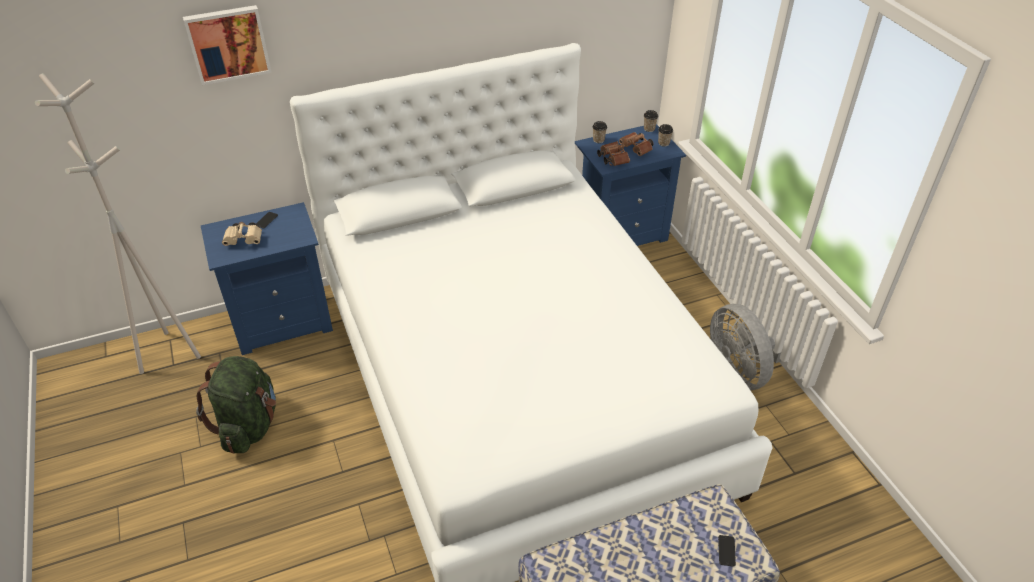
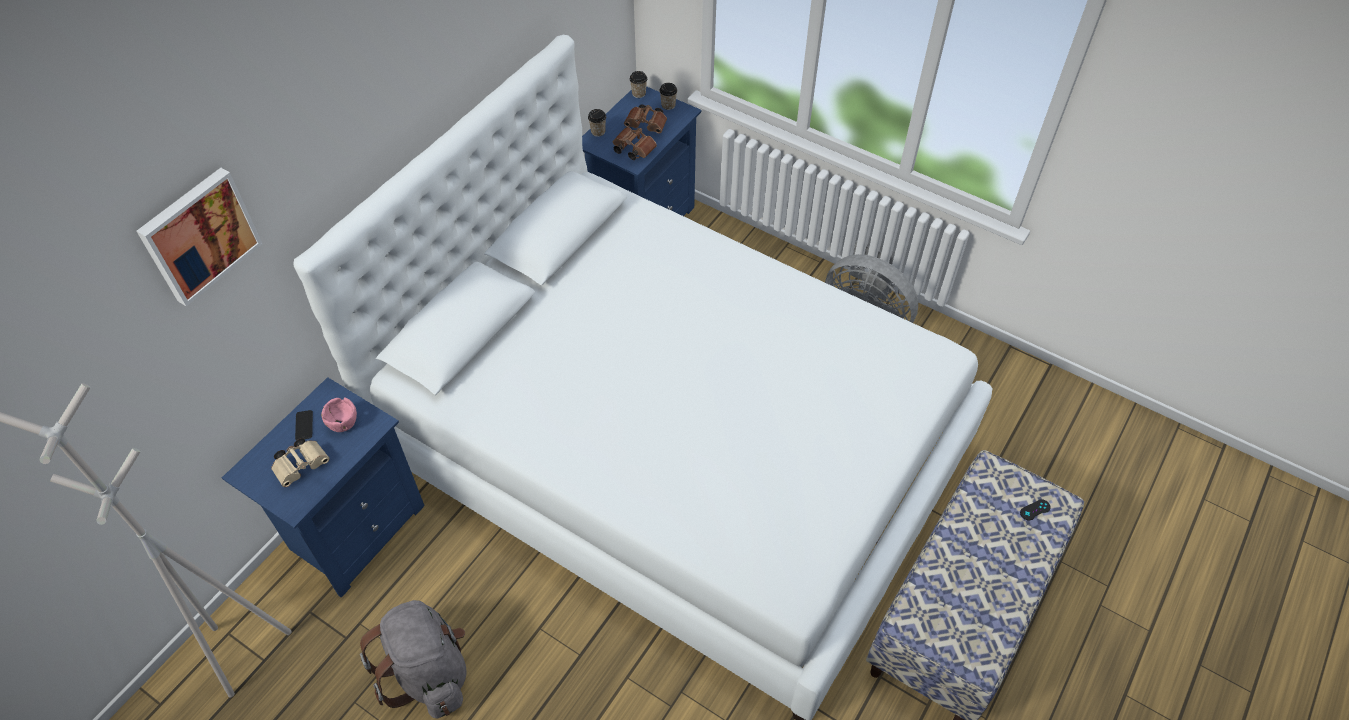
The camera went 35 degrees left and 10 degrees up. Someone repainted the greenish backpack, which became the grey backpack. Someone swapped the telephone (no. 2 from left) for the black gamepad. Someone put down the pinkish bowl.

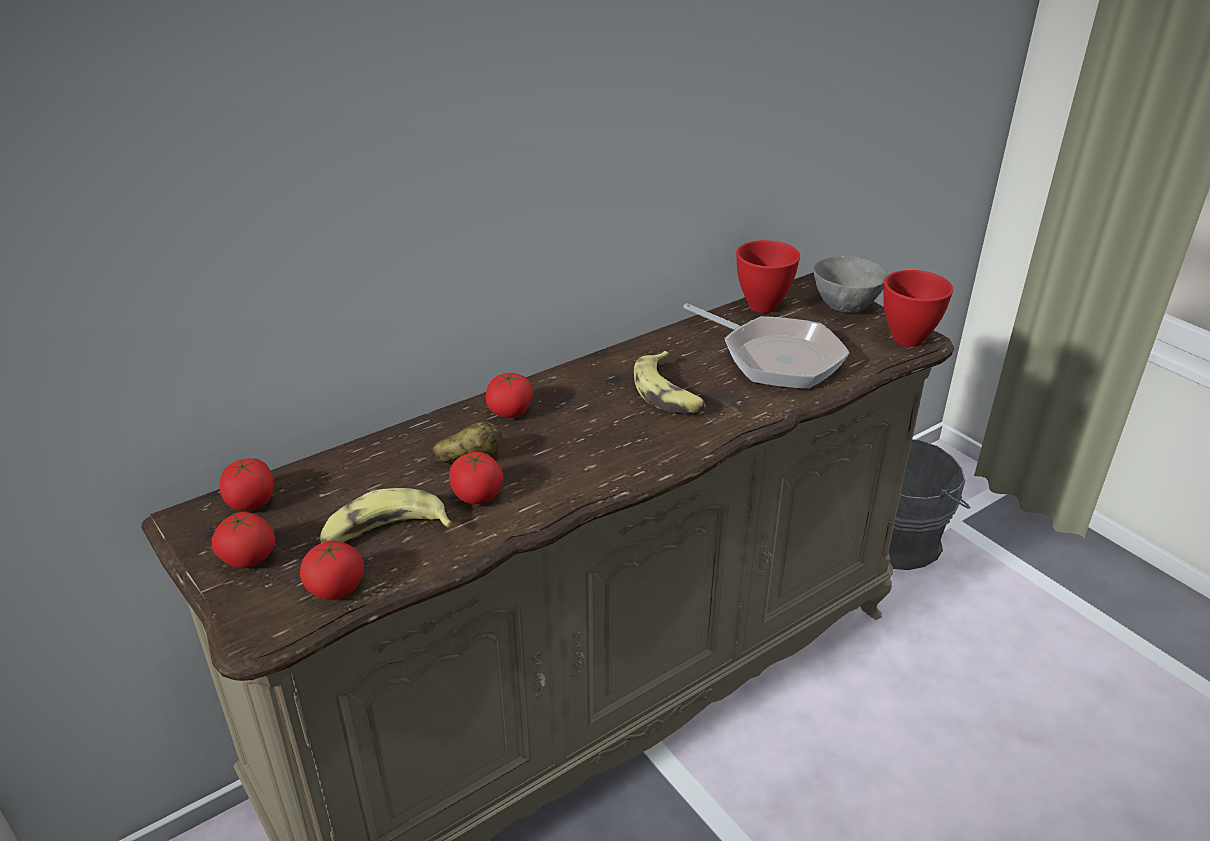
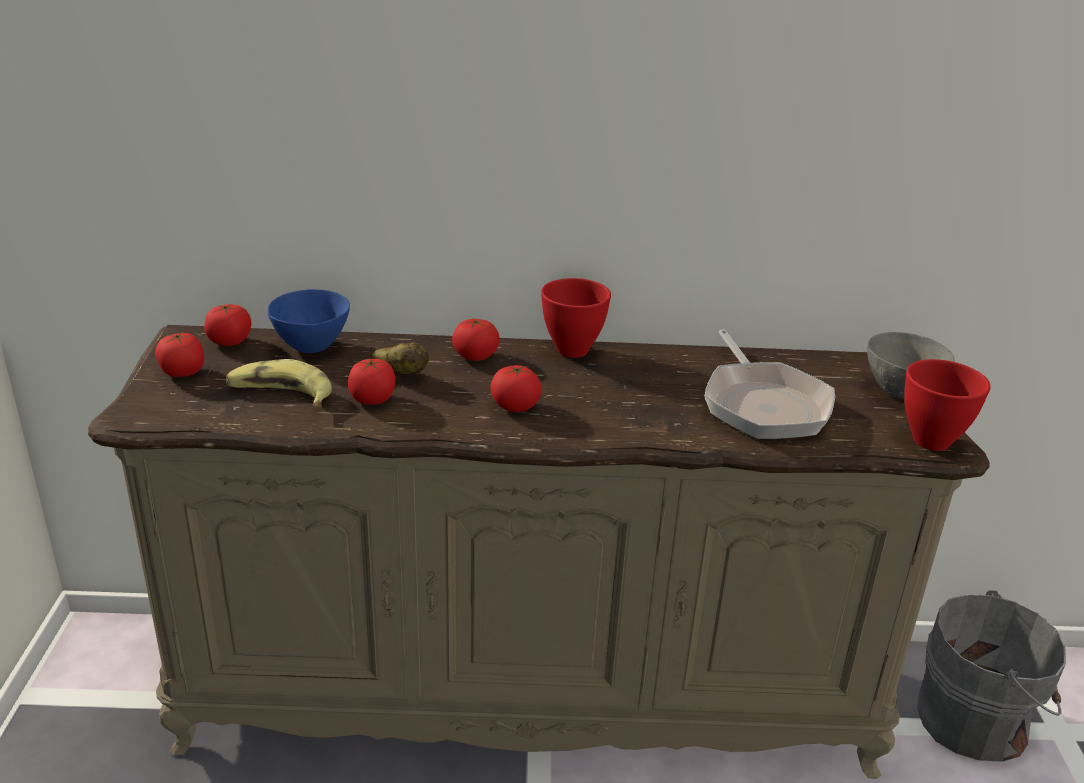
The camera went 35 degrees right and 5 degrees down. Someone carried the tomato (no. 3 from left in the first image). Someone took away the banana fruit (no. 2 from left). Someone carried the red-coloured bowl (no. 1 from left). Someone put down the bluish bowl.

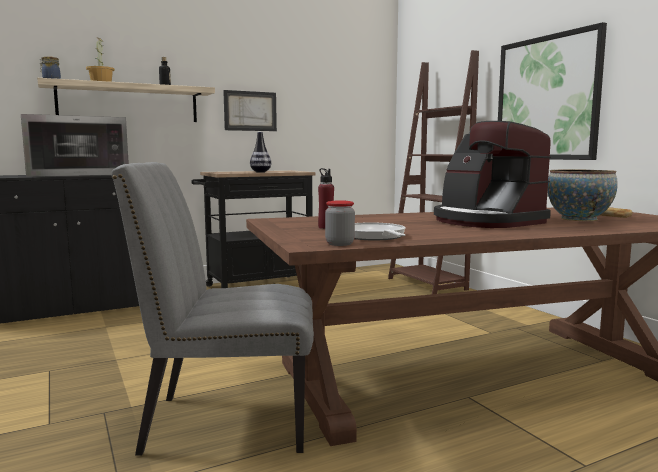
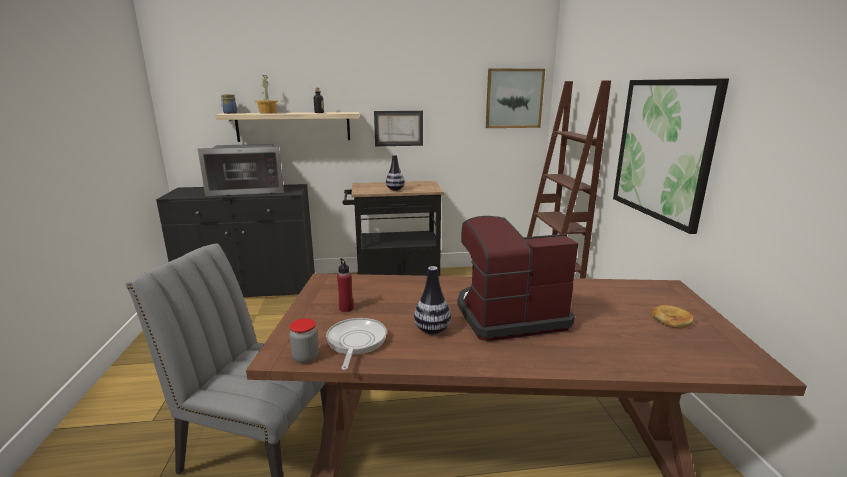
The camera went 20 degrees right and 10 degrees up. Someone rotated the coffee brewer by 90 degrees clockwise. Someone took away the bowl. Someone put down the flower vase (no. 2 from left). Someone put up the picture (no. 2 from left).

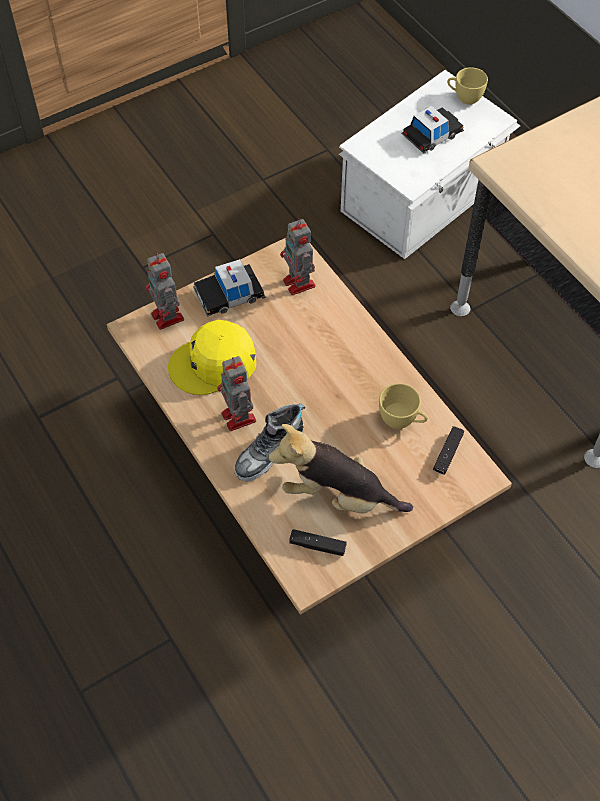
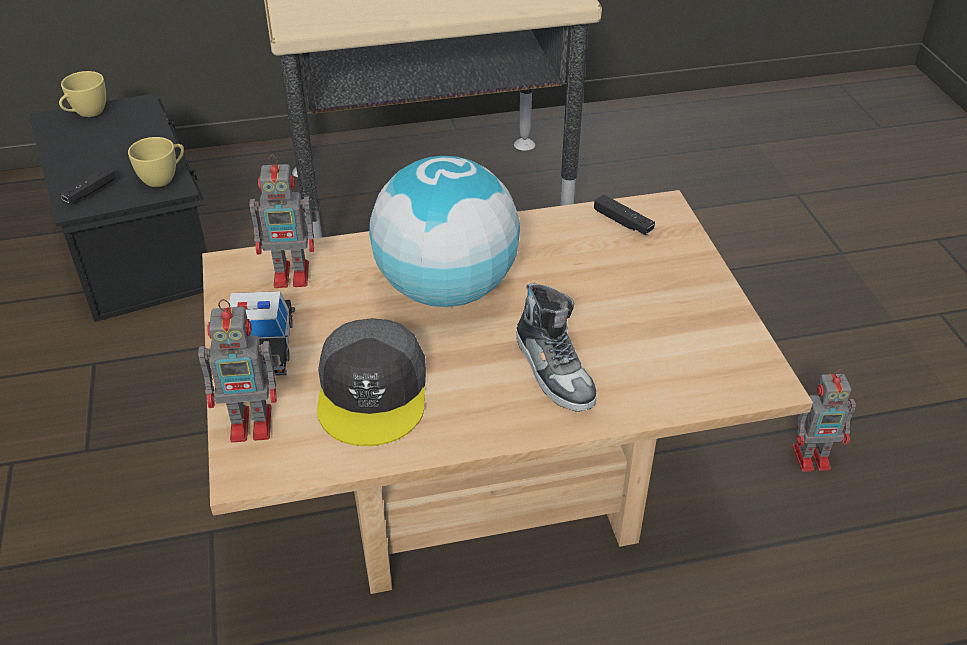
The camera went 70 degrees left and 15 degrees down. Someone repainted the yellow cap, which became the grey cap. Someone carried the robot figure (no. 2 from left in the first image). Someone took away the soft toy. Someone carried the black gamepad (no. 1 from left). Someone repainted the whitish storage container, which became the black storage container. Someone carried the yellow small cup (no. 1 from left in the first image). Someone took away the toy car (no. 2 from left). Someone put down the world globe.

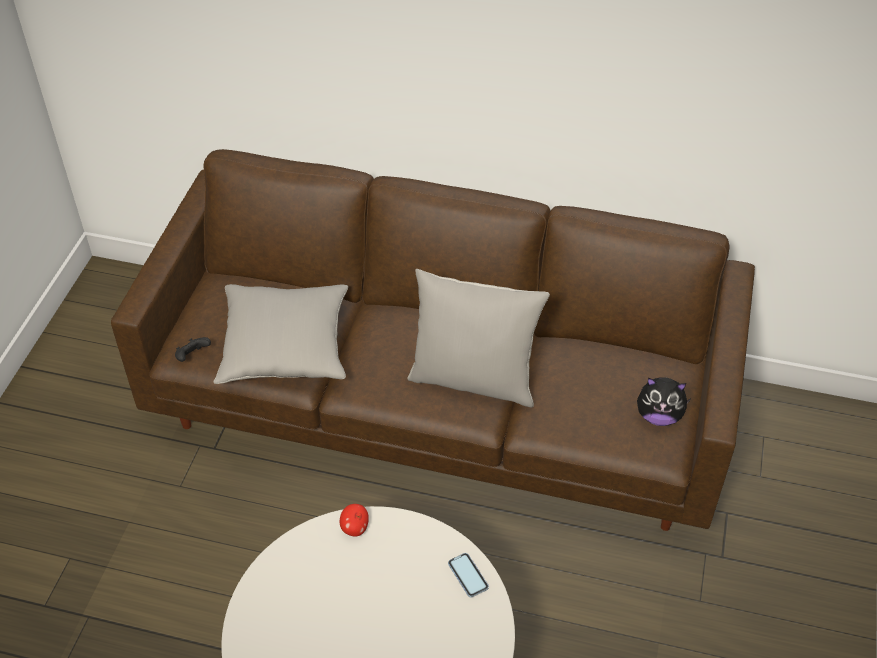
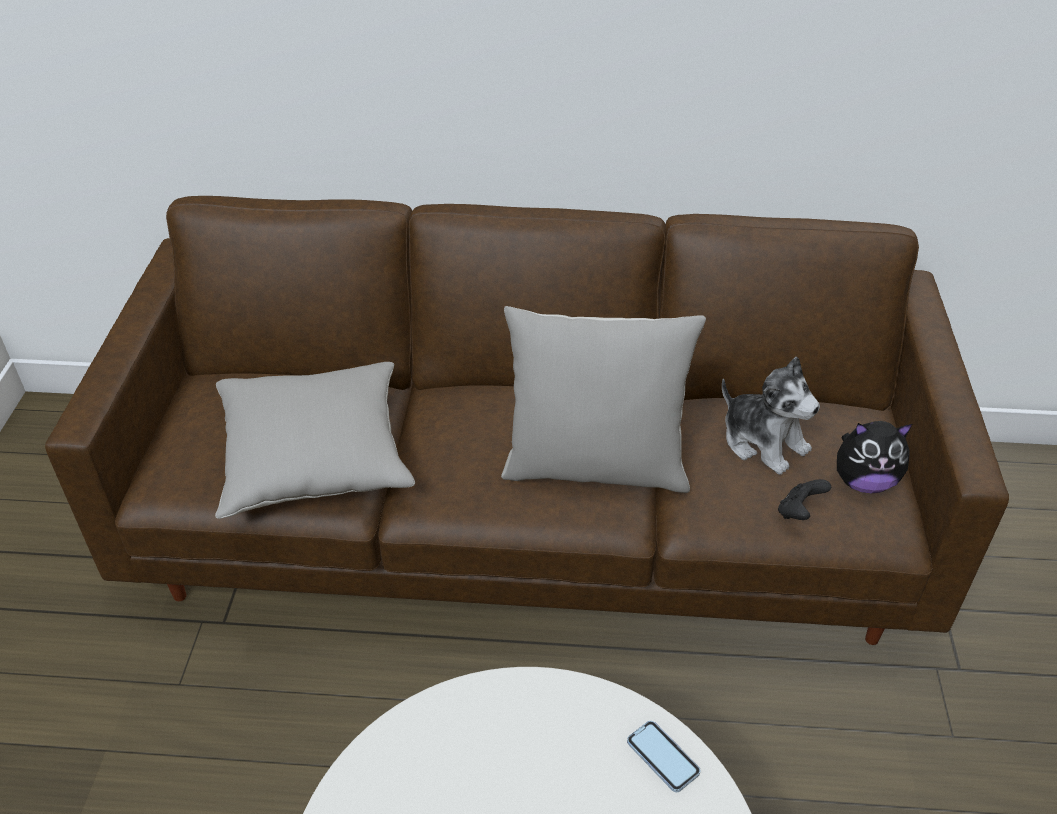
The camera went 10 degrees left and 5 degrees down. Someone carried the black gamepad. Someone took away the apple fruit. Someone put down the soft toy (no. 1 from left).

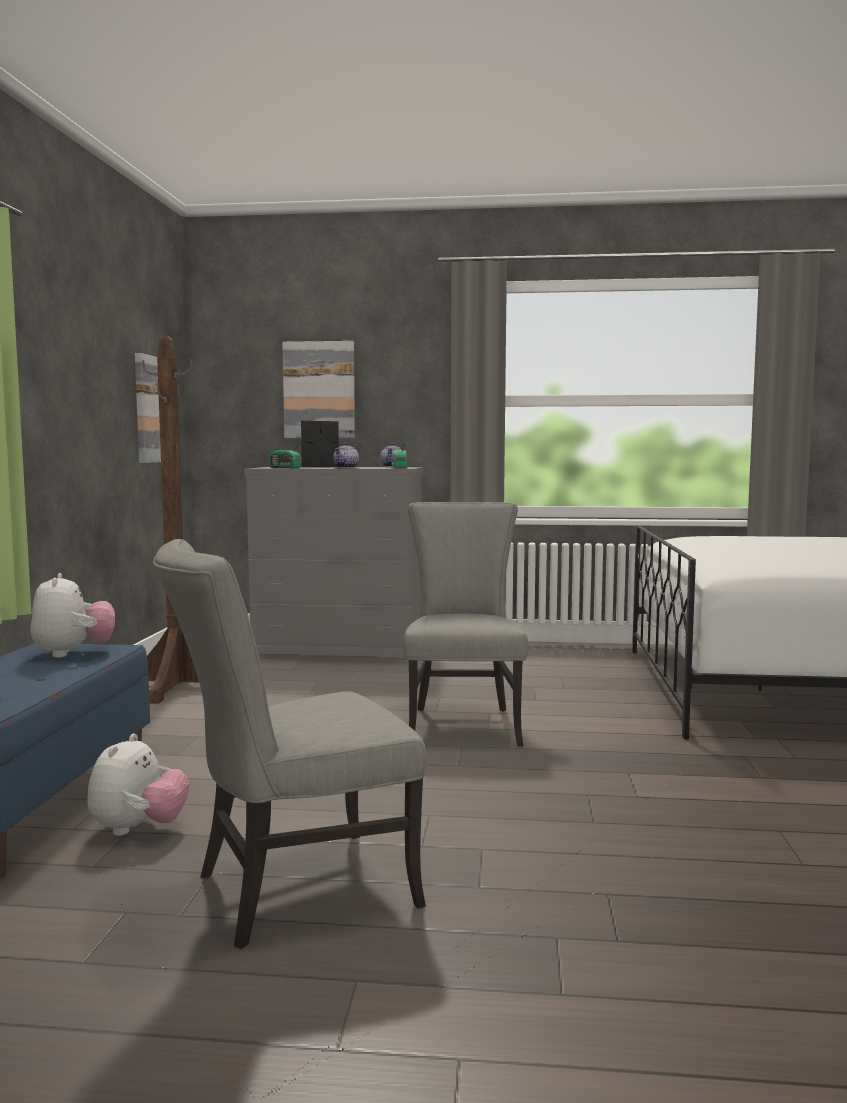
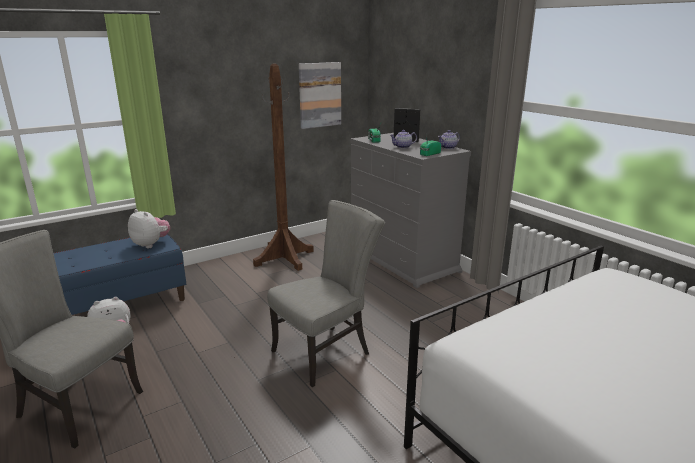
The camera went 50 degrees right and 15 degrees up. Someone rotated the soft toy (no. 1 from left in the first image) by 90 degrees counterclockwise. Someone took away the picture (no. 2 from left).

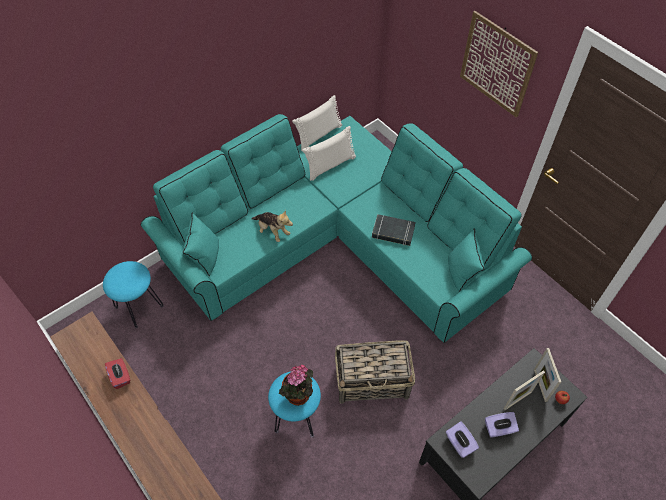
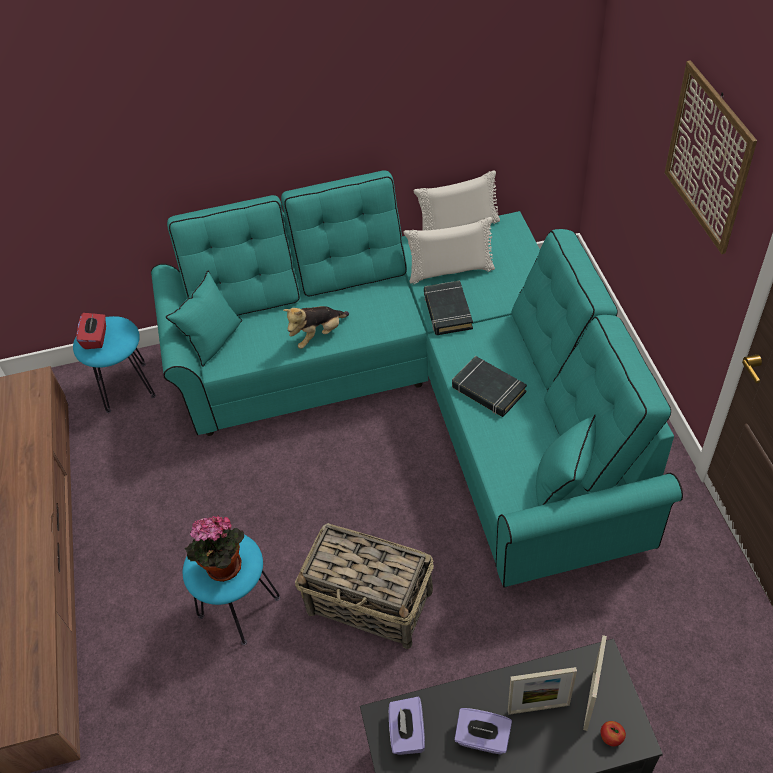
The camera went 30 degrees right and 5 degrees down. Someone carried the red-coloured tissue box. Someone rotated the soft toy by 75 degrees clockwise. Someone put down the black volume (no. 1 from left).

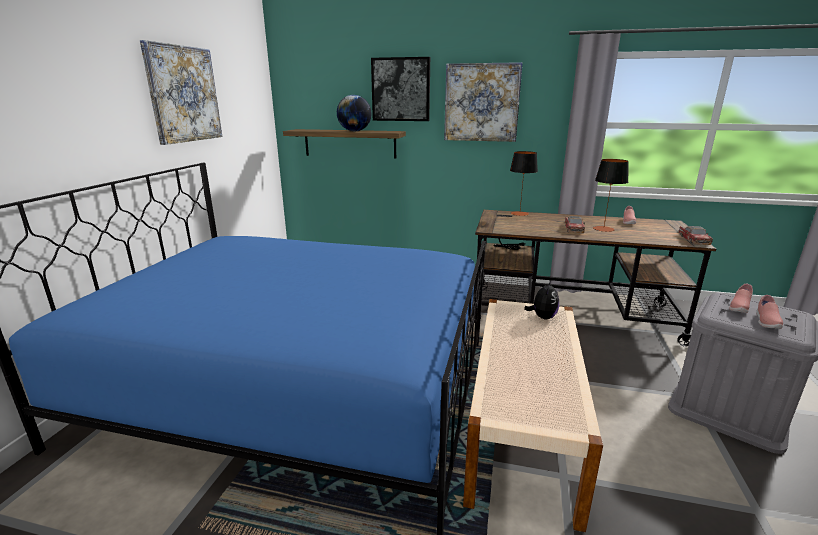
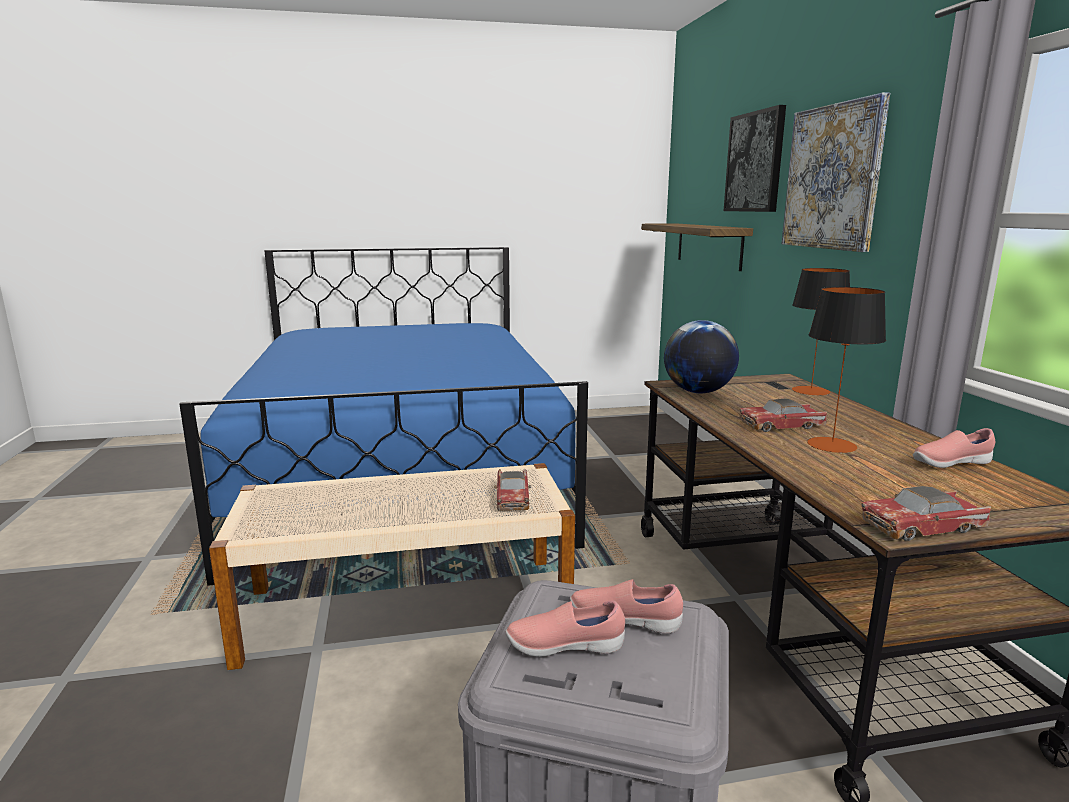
The camera went 65 degrees right and 5 degrees down. Someone took away the picture (no. 1 from left). Someone carried the world globe. Someone swapped the soft toy for the toy car (no. 1 from left).

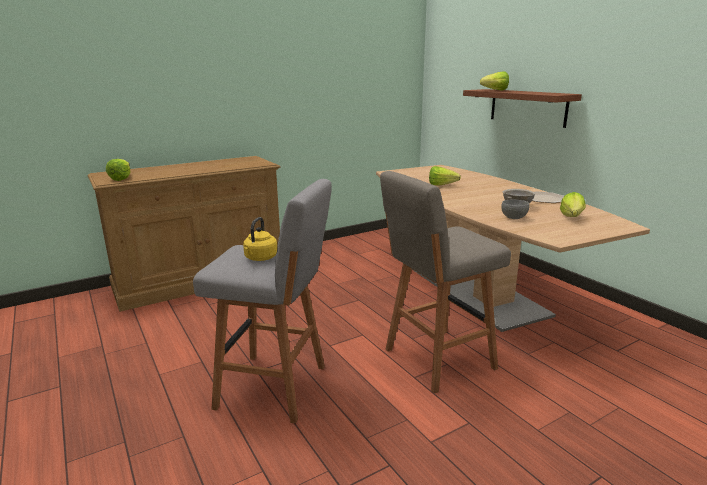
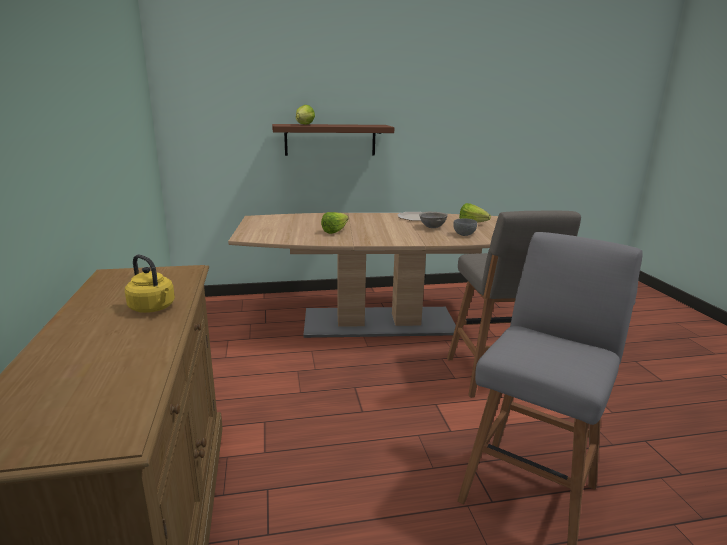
The camera went 70 degrees left and 0 degrees up. Someone took away the lettuce (no. 1 from left). Someone carried the yellow tea kettle.

